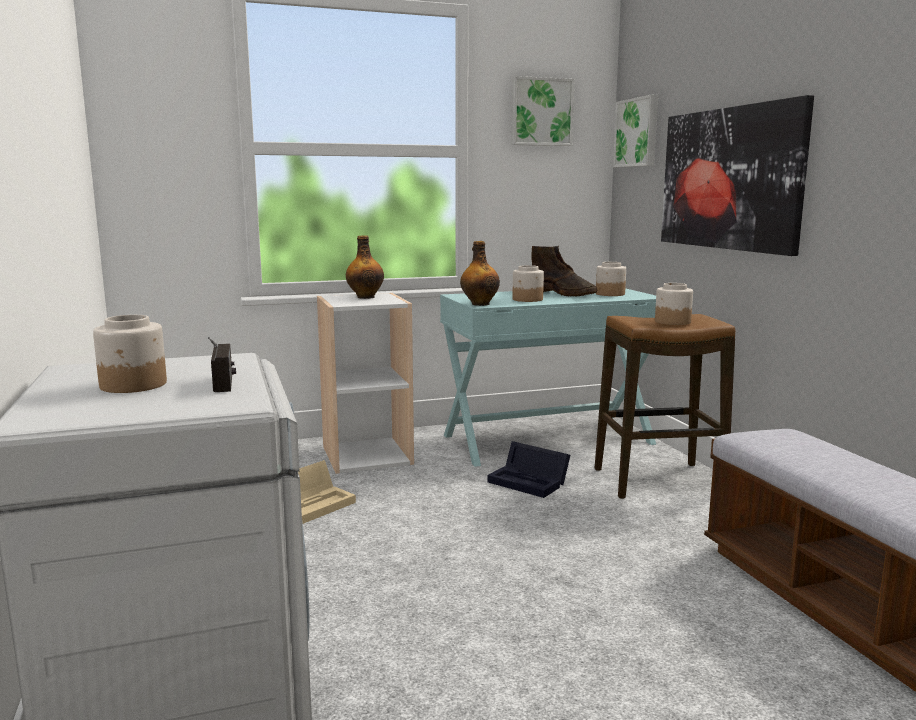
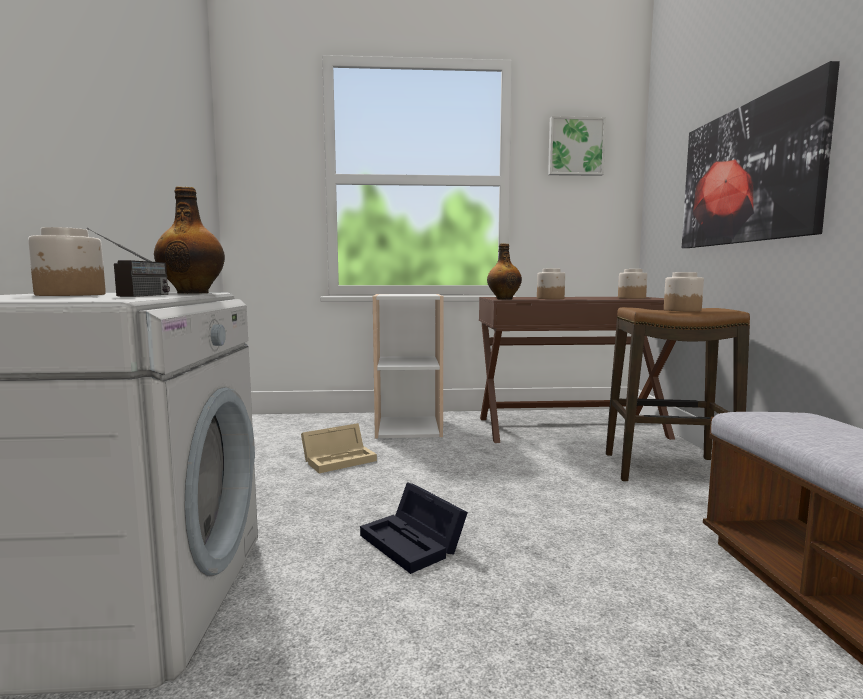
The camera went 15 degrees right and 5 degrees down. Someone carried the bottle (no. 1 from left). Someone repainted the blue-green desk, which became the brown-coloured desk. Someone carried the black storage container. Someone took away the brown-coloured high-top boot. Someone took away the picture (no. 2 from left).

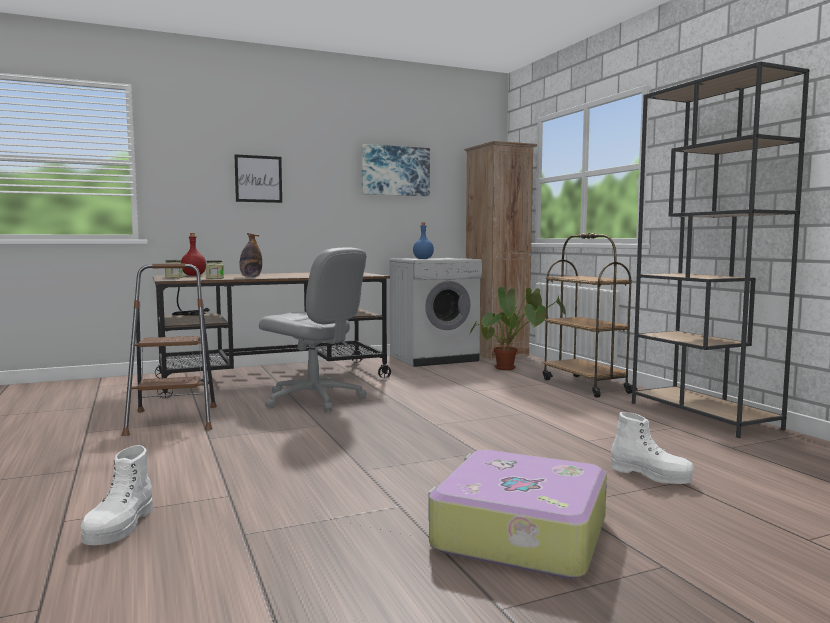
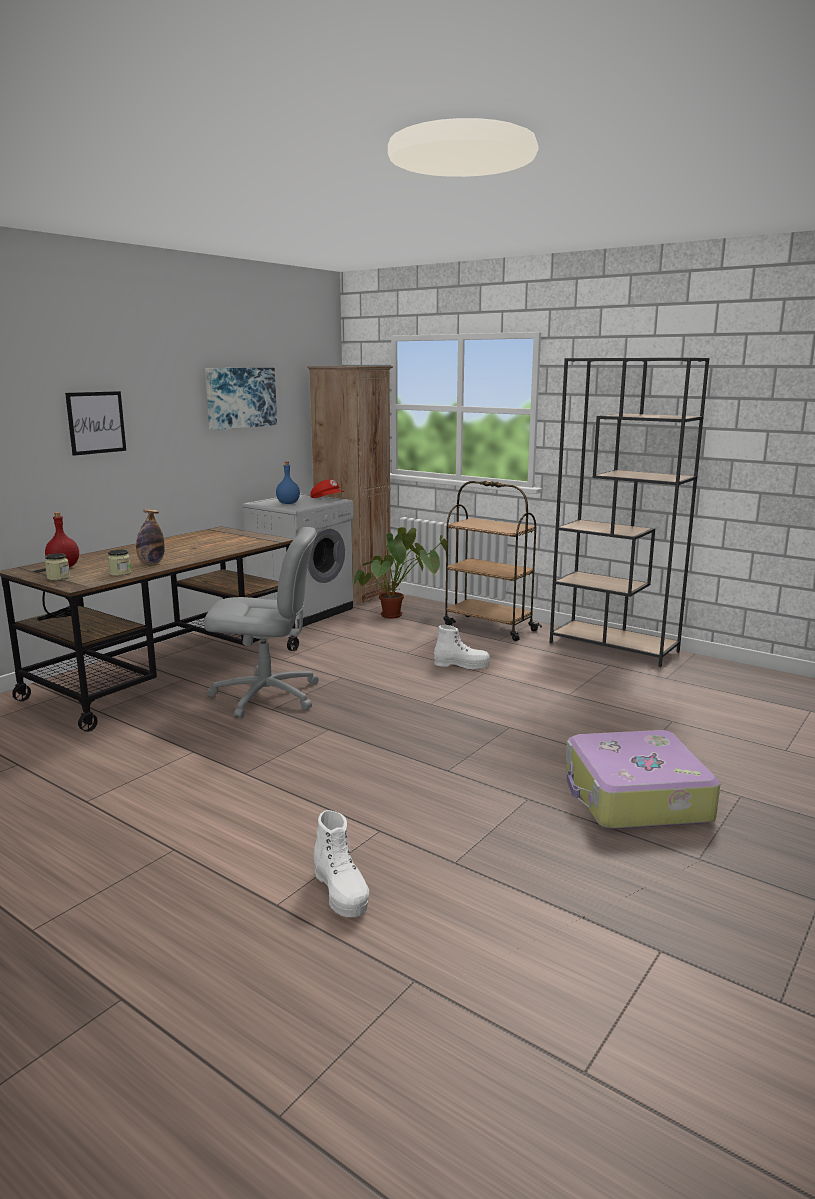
The camera went 30 degrees left and 10 degrees up. Someone took away the brown-coloured step ladder. Someone carried the whitish high-top boot (no. 2 from left). Someone put down the red-coloured cap.

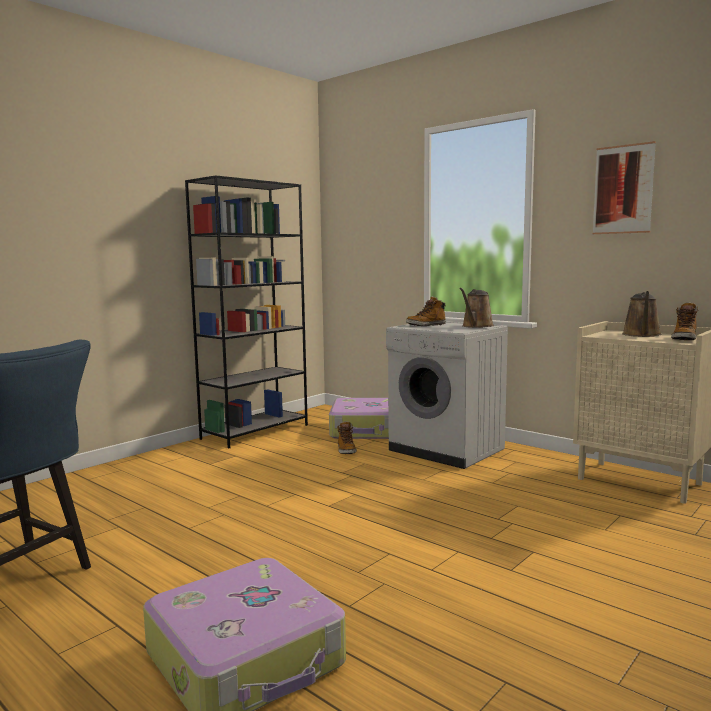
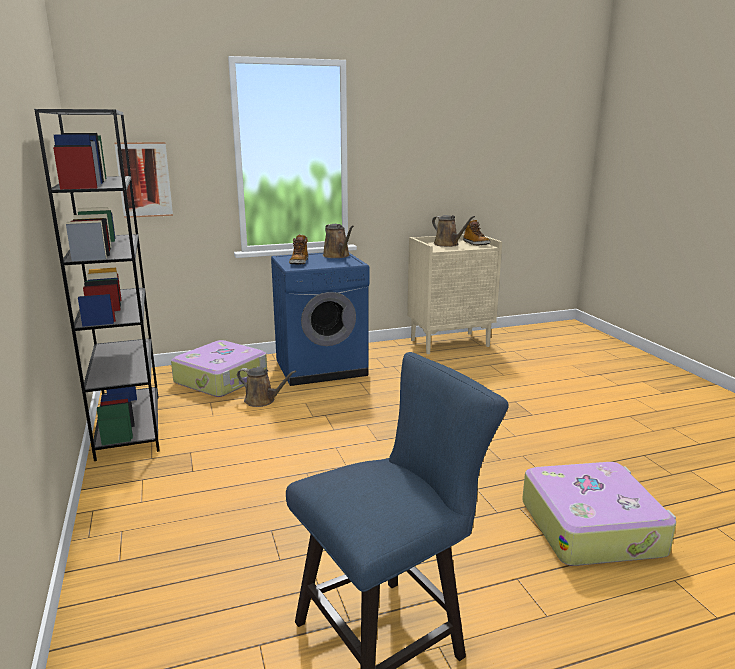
The camera went 60 degrees left and 10 degrees up. Someone swapped the high-top boot (no. 1 from left) for the brown-coloured watering pot (no. 1 from left). Someone repainted the whitish laundry appliance, which became the bluish laundry appliance. Someone carried the picture.

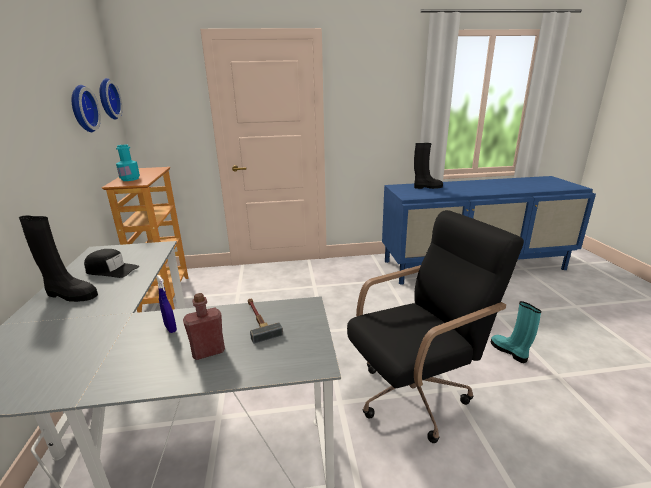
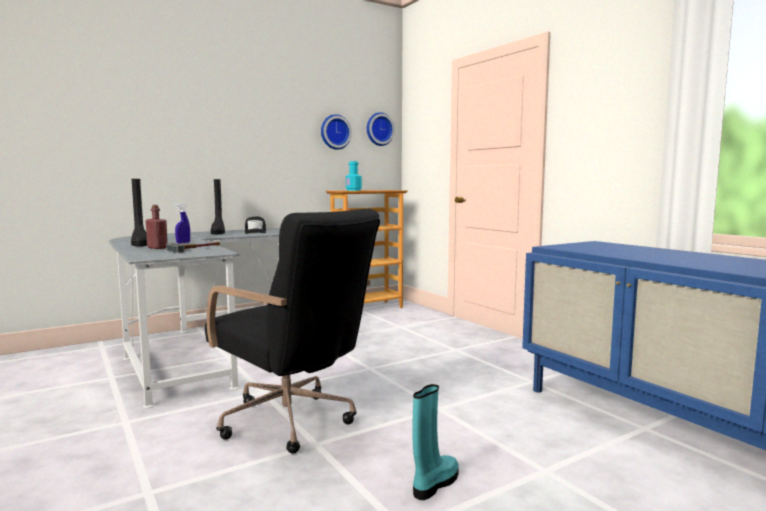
The camera went 65 degrees right and 15 degrees down. Someone carried the black high-top boot (no. 2 from left in the first image).

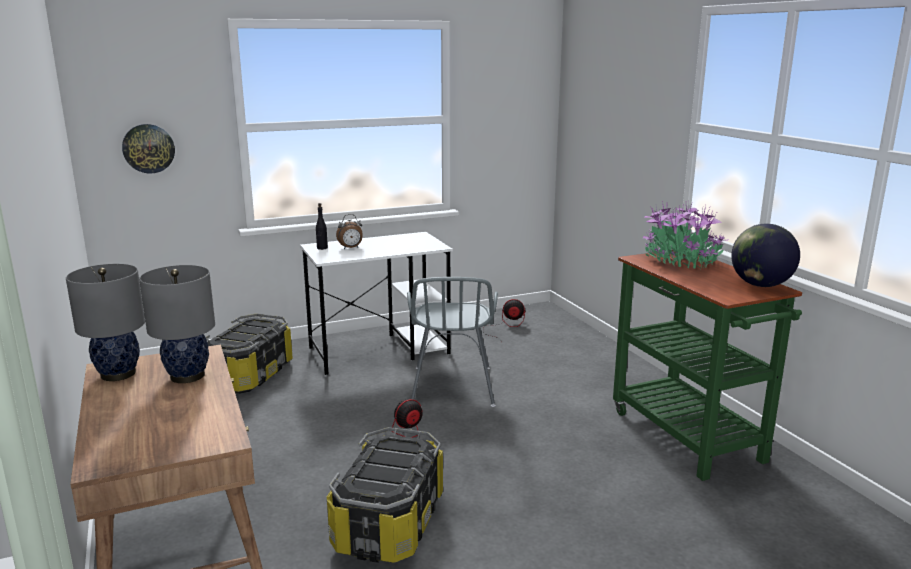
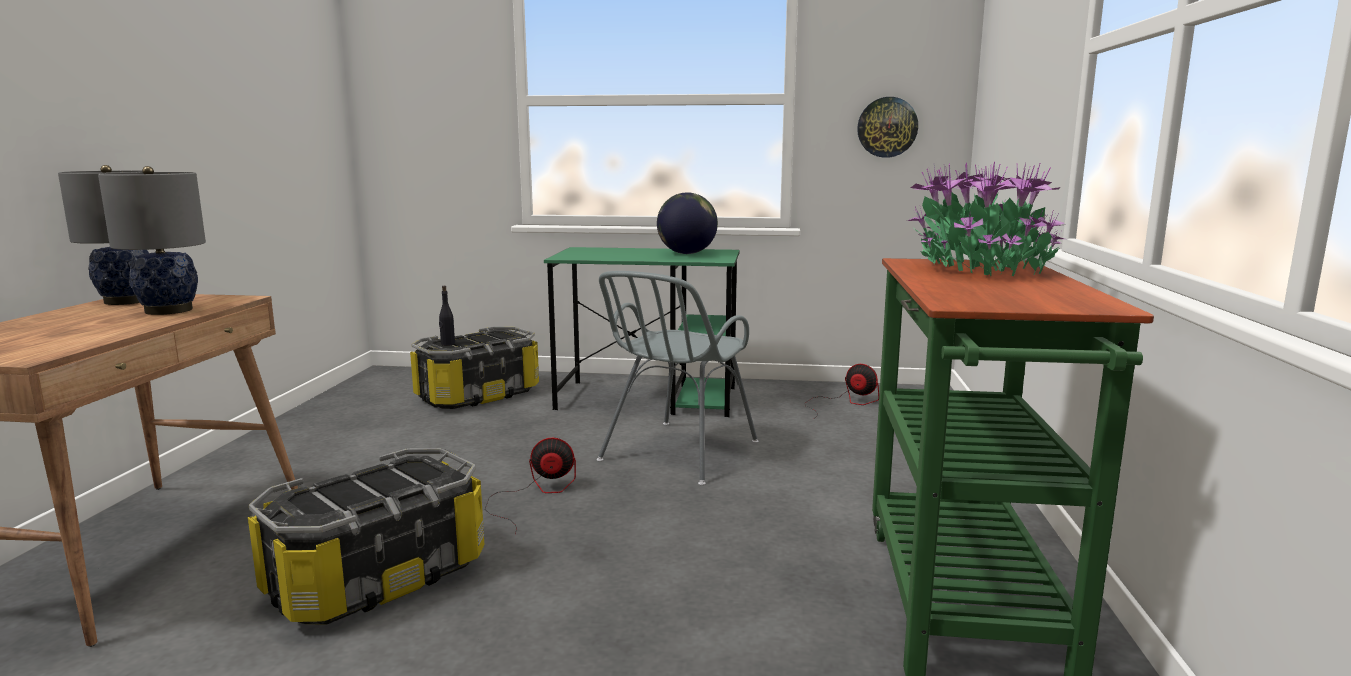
The camera went 30 degrees right and 5 degrees down. Someone carried the hanging clock. Someone repainted the whitish desk, which became the greenish desk. Someone carried the black bottle. Someone took away the bedside clock. Someone carried the world globe.

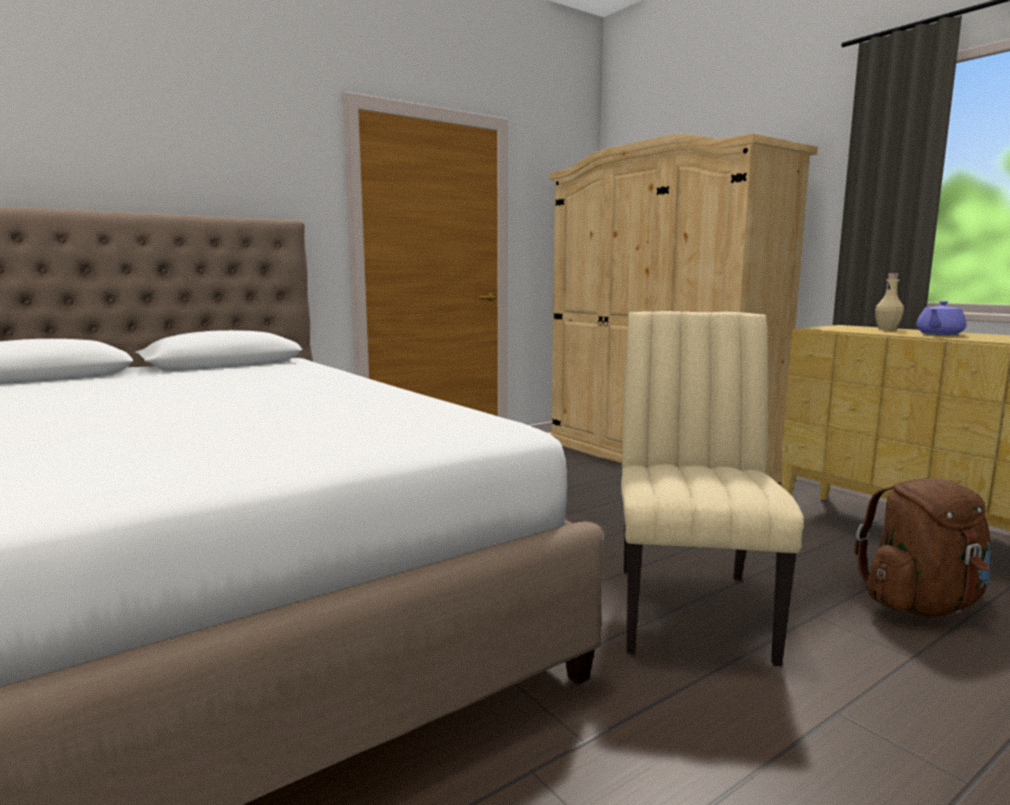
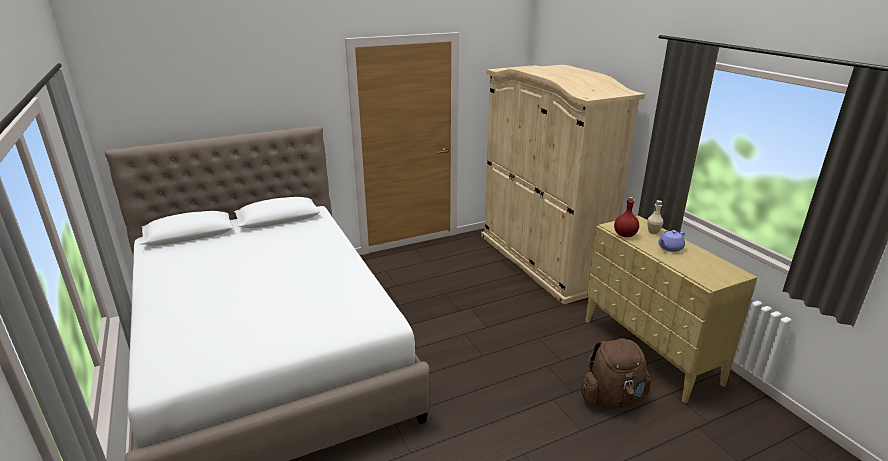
The camera went 10 degrees right and 15 degrees up. Someone took away the beige upright chair. Someone put down the red-coloured bottle.

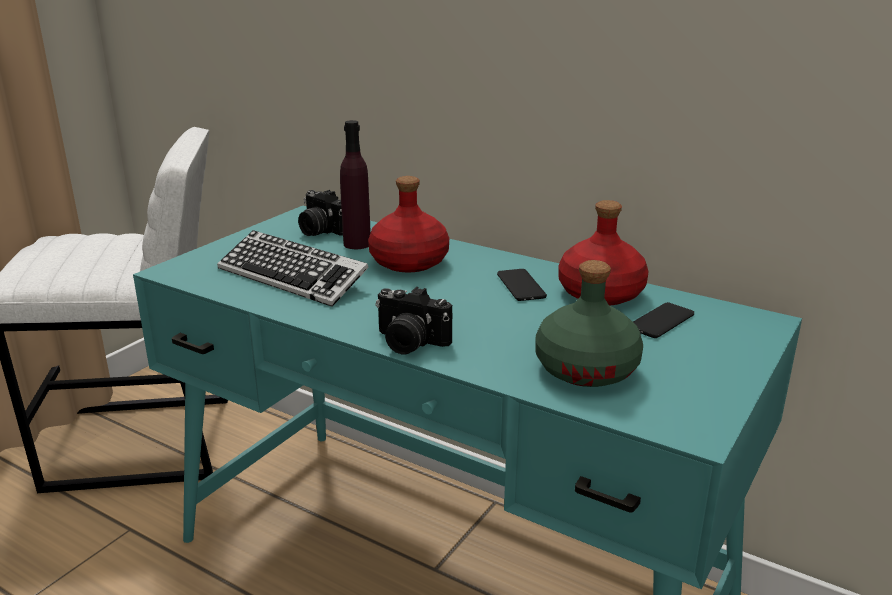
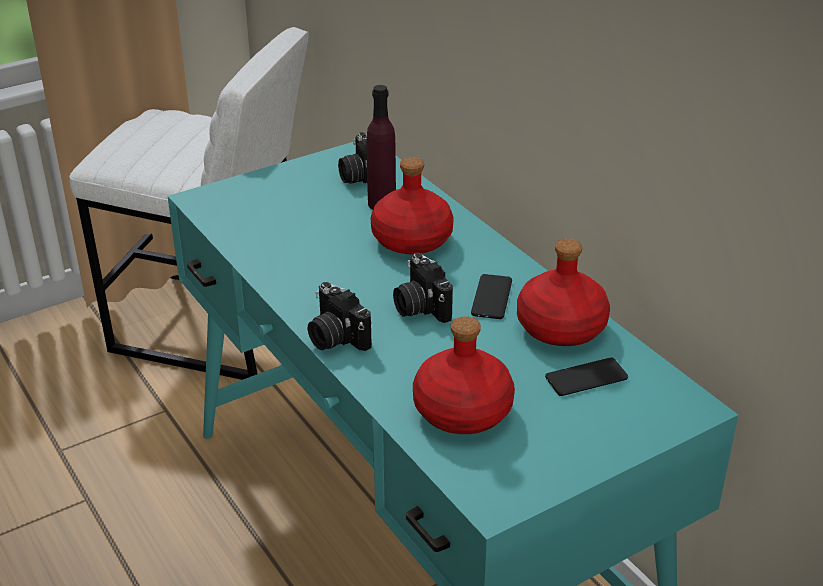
The camera went 25 degrees right and 10 degrees up. Someone took away the keyboard. Someone repainted the greenish bottle, which became the red-coloured bottle (no. 2 from left). Someone put down the still camera (no. 3 from left).

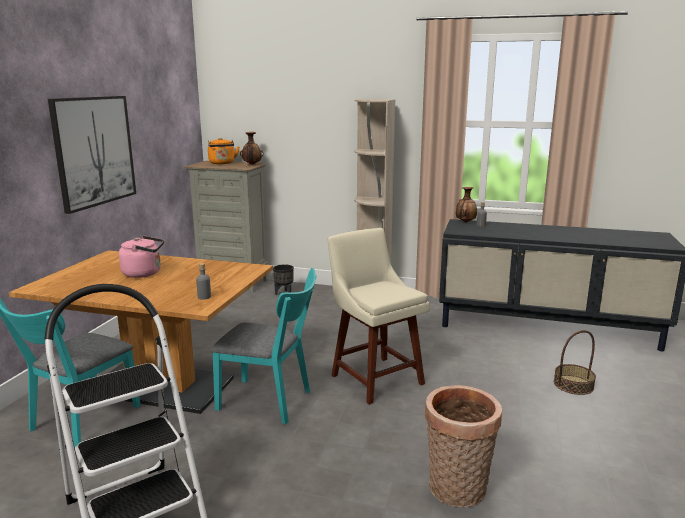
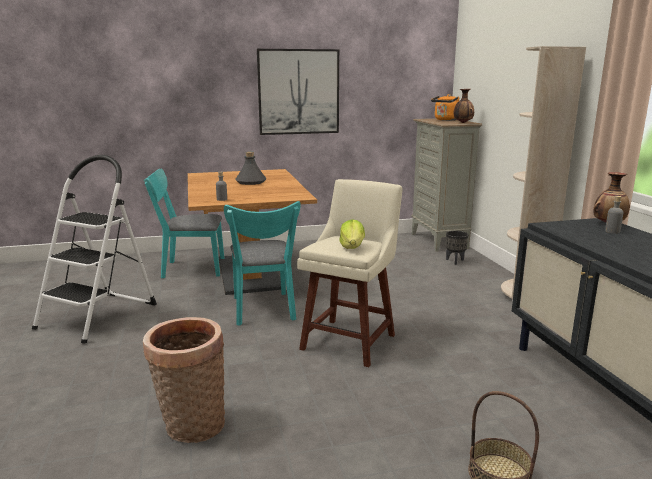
The camera went 60 degrees right and 0 degrees up. Someone swapped the pinkish tea kettle for the grey bottle (no. 2 from left). Someone put down the lettuce.

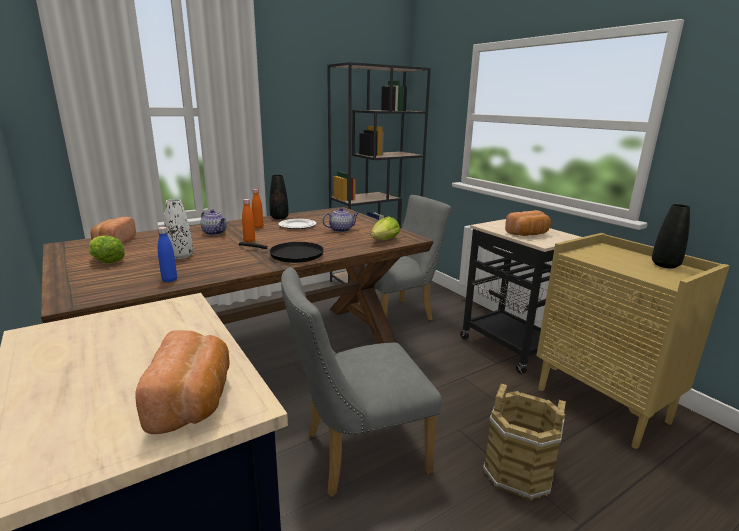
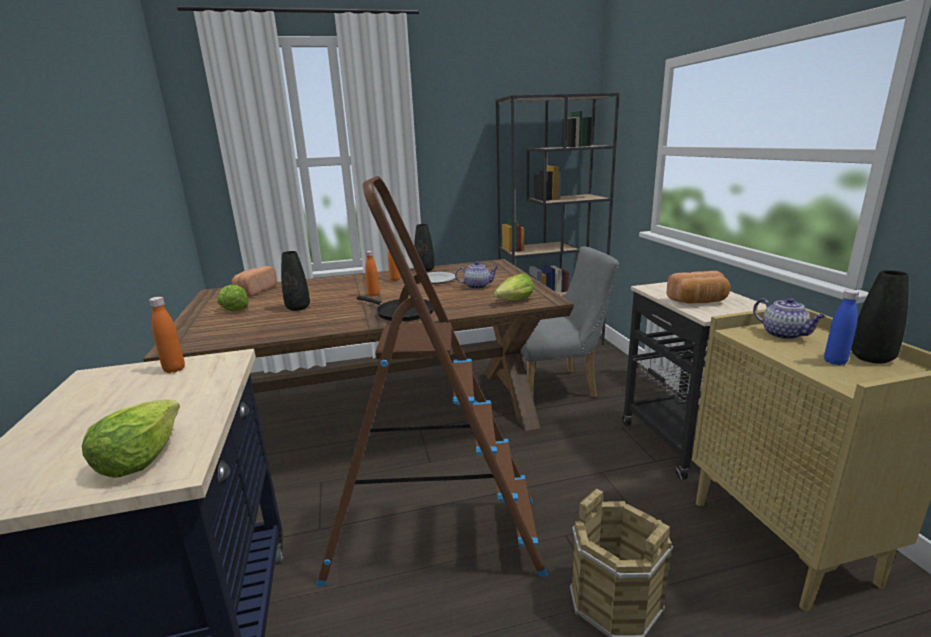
The camera went 20 degrees right and 0 degrees up. Someone swapped the baked bread (no. 2 from left) for the lettuce (no. 1 from left). Someone carried the bluish bottle. Someone repainted the whitish flower vase, which became the black flower vase (no. 1 from left). Someone carried the teapot (no. 1 from left in the first image). Someone swapped the grey upright chair (no. 1 from left) for the brown-coloured step ladder. Someone put down the orangey bottle (no. 1 from left).

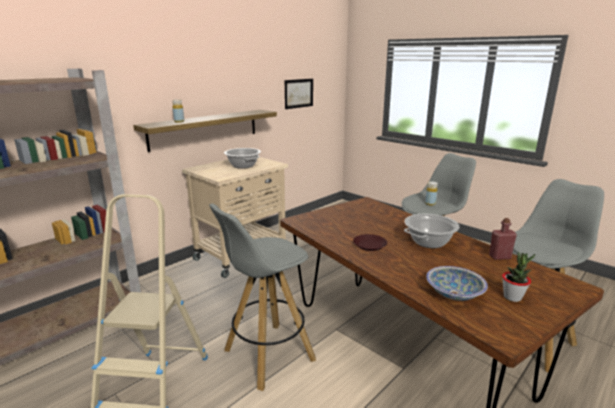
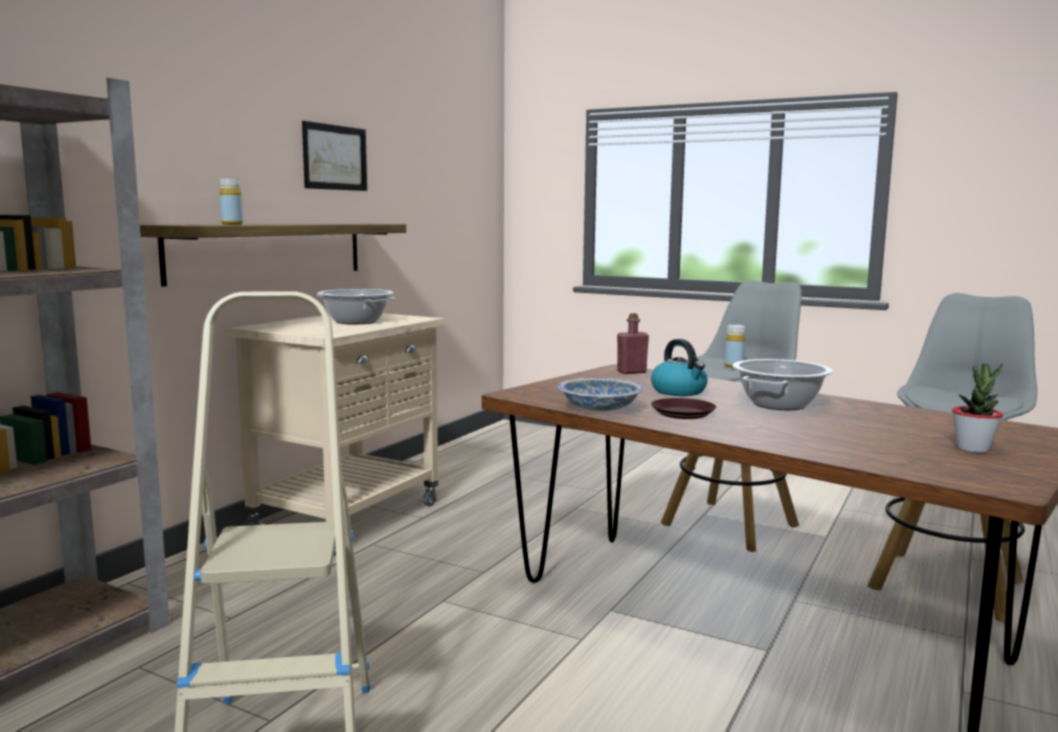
The camera went 15 degrees left and 10 degrees down. Someone took away the grey stool (no. 1 from left). Someone carried the picture. Someone carried the bowl. Someone carried the red-coloured bottle. Someone put down the tea kettle.

